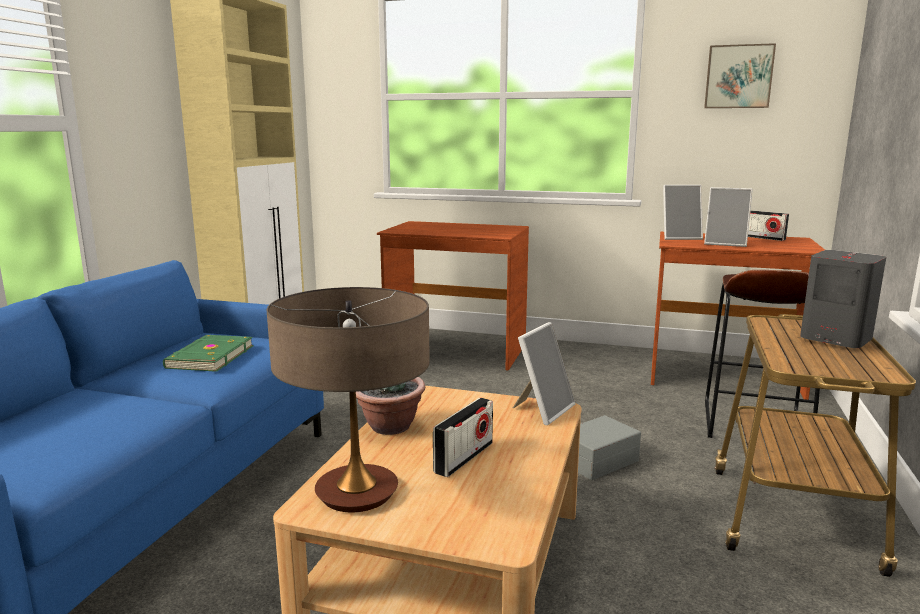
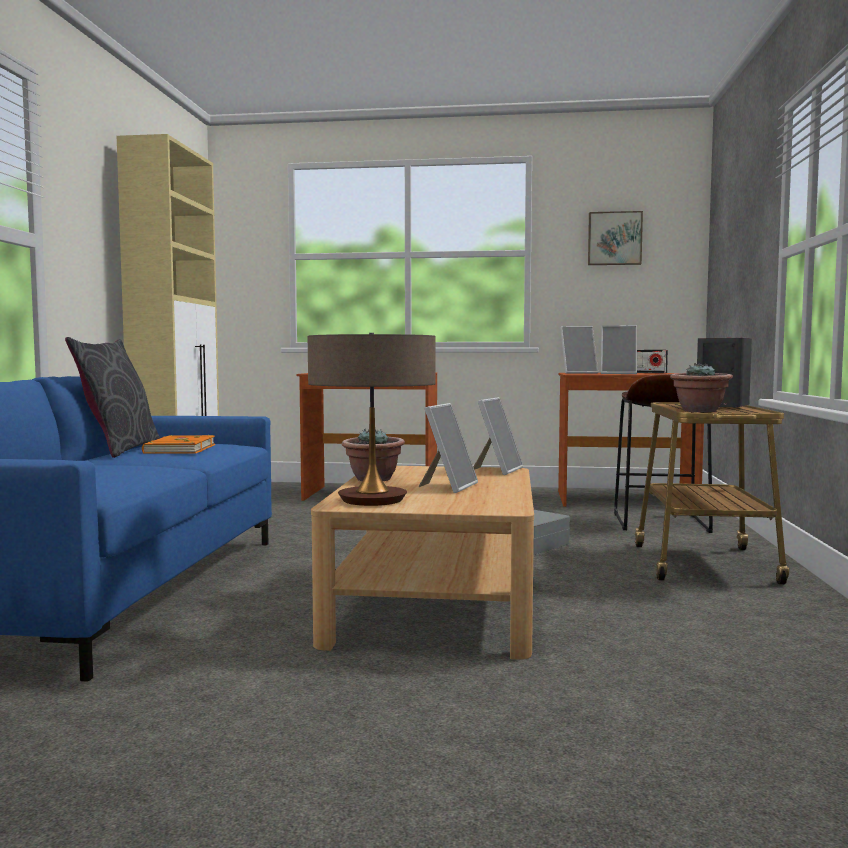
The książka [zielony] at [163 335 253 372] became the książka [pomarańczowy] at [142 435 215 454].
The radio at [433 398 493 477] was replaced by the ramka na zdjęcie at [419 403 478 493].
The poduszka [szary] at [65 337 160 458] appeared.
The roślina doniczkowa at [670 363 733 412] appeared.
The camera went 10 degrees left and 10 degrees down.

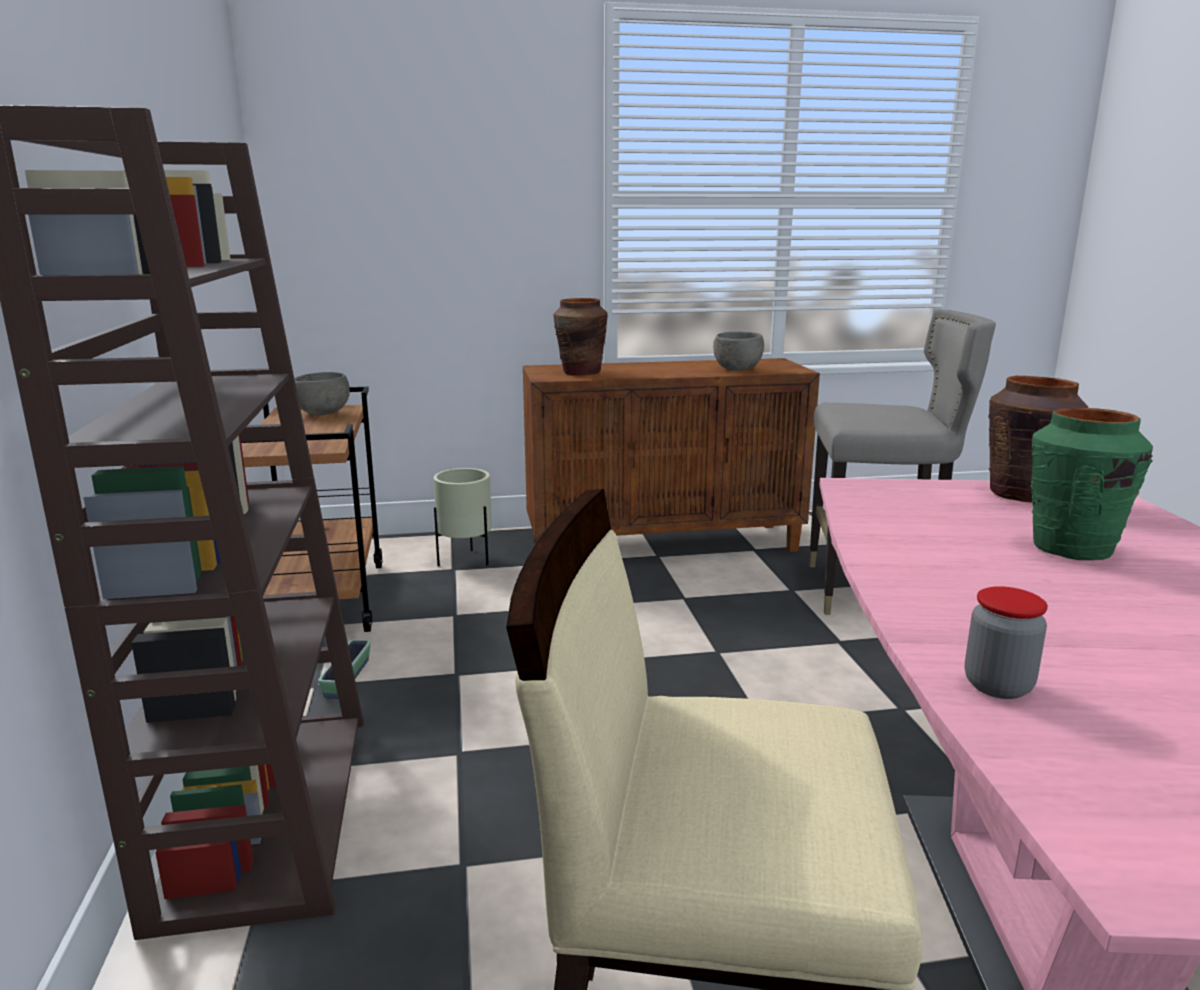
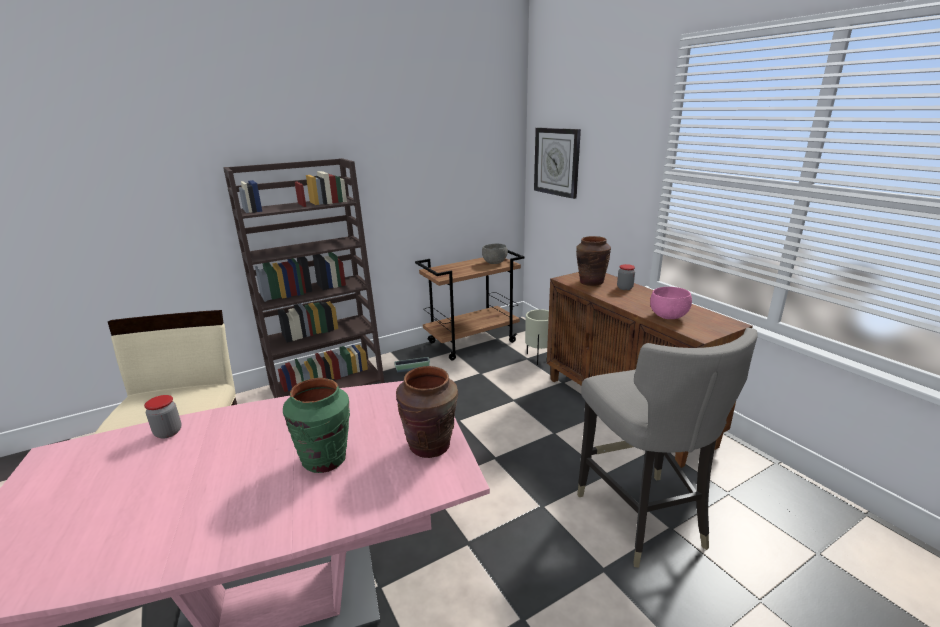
The miska [szary] at [713 332 764 371] became the miska [różowy] at [650 287 692 319].
The zegar ścienny at [534 128 581 199] appeared.
The słoik at [617 264 635 290] appeared.
The camera went 70 degrees right and 5 degrees up.

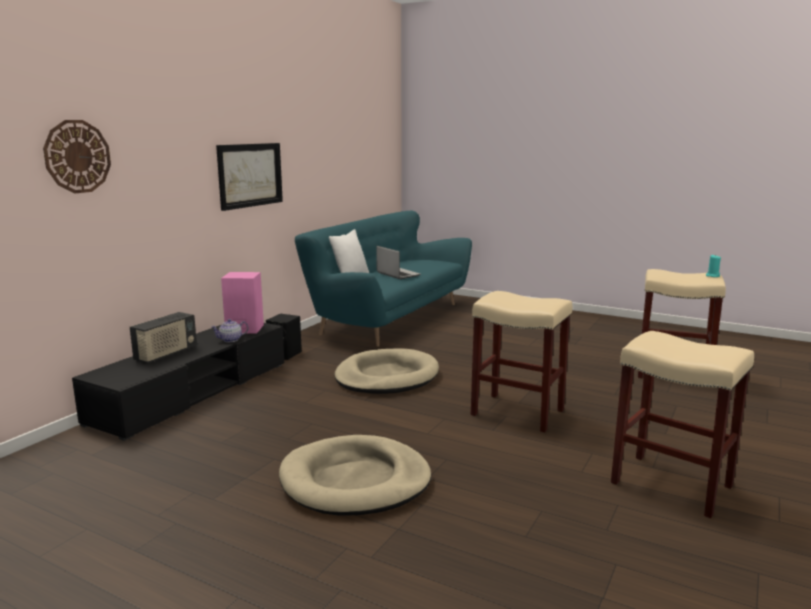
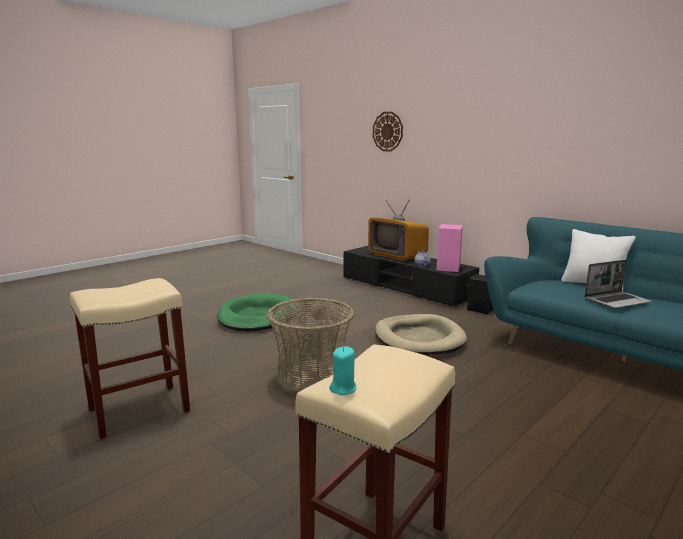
The radio at [130 312 197 363] was replaced by the telewizor at [368 199 429 261].
The obraz at [216 143 283 211] disappeared.
The legowisko [beżowy] at [279 435 431 516] became the legowisko [zielony] at [217 293 297 331].
The stołek [beżowy] at [471 291 573 432] was replaced by the koszyk at [267 297 354 395].
The camera went 105 degrees right and 0 degrees up.

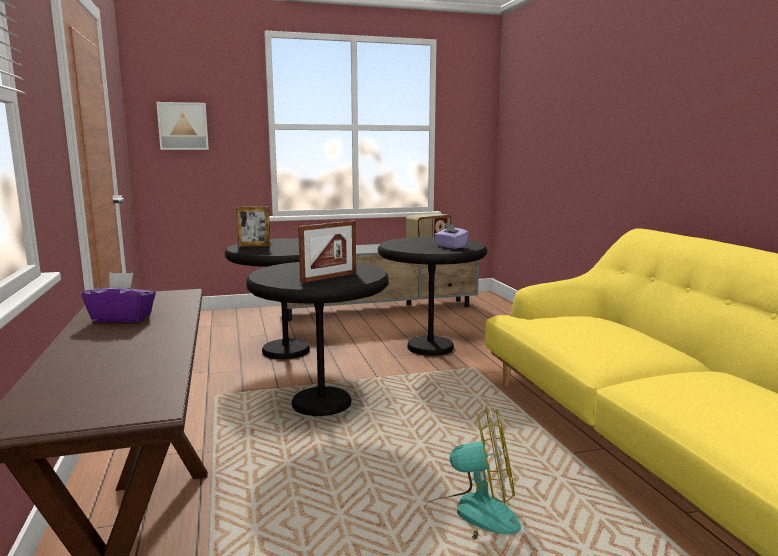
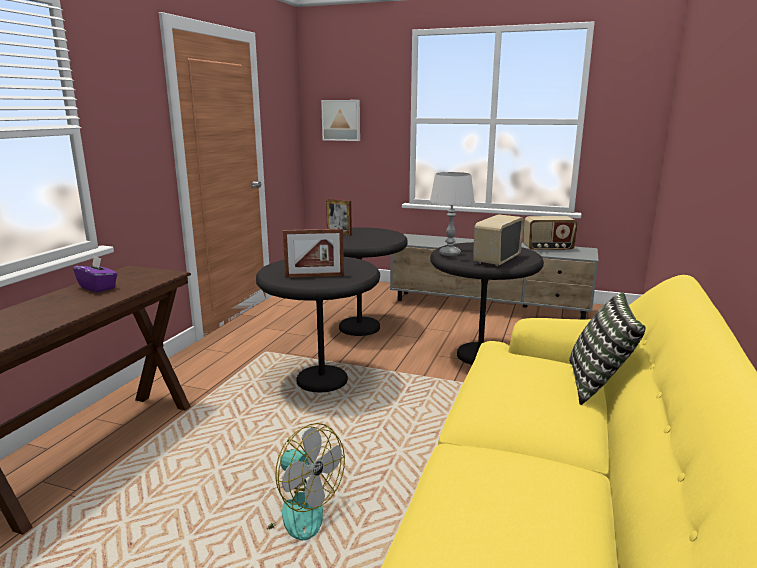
The pudełko chusteczek [fioletowy] at [435 223 469 249] was replaced by the radio at [473 214 524 266].
The lampa stołowa [szary] at [430 172 475 256] appeared.
The poduszka at [569 292 645 405] appeared.
The camera went 35 degrees right and 5 degrees up.

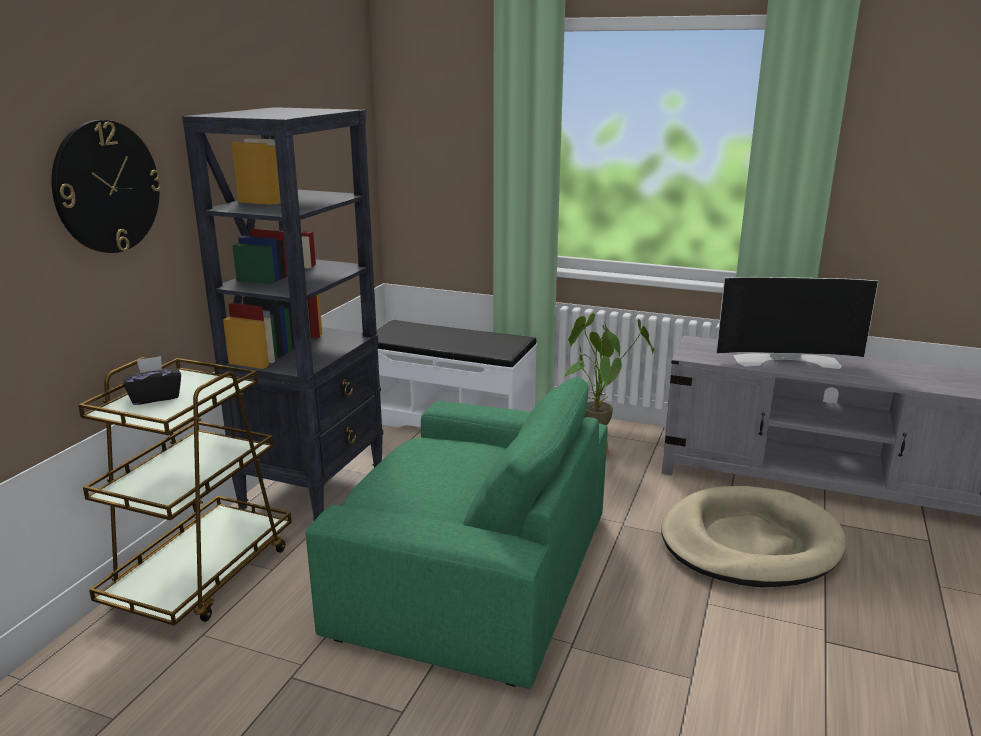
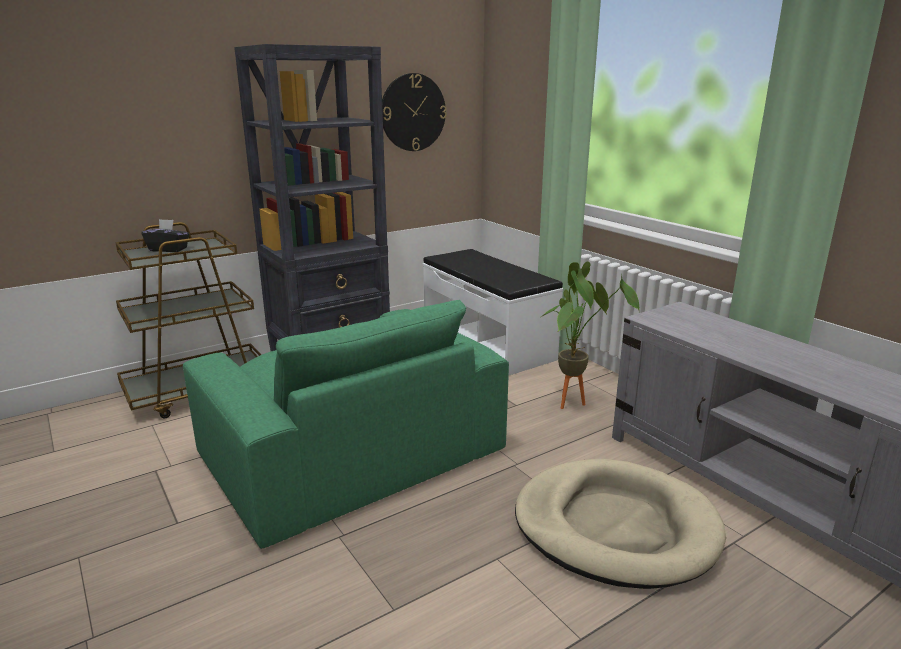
The zegar ścienny moved from [51 120 162 253] to [382 73 447 151].
The telewizor at [716 277 878 369] disappeared.
The camera went 35 degrees right and 0 degrees up.

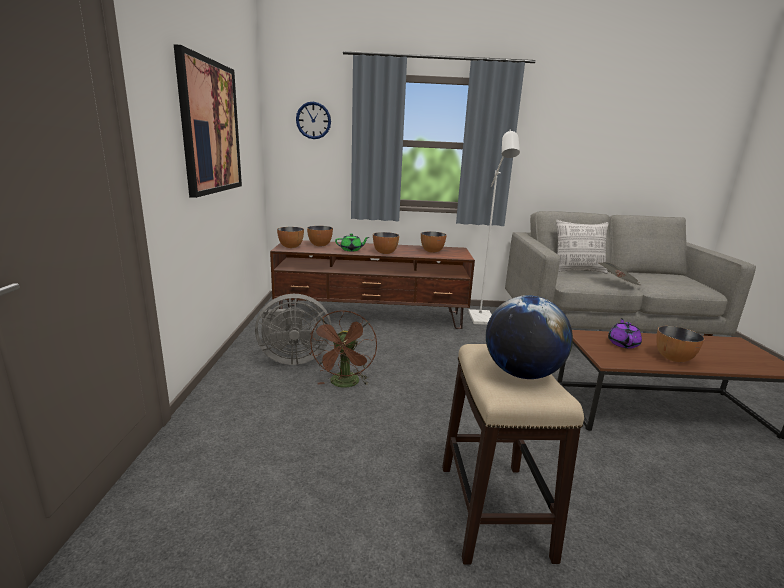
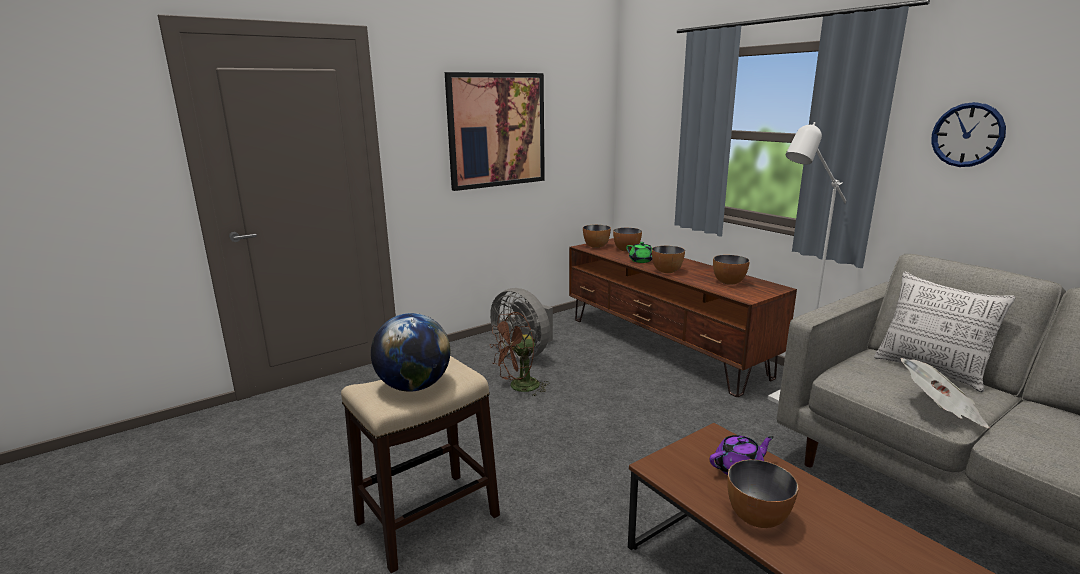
The zegar ścienny moved from [296 102 331 139] to [931 102 1006 167].
The camera went 55 degrees right and 0 degrees up.

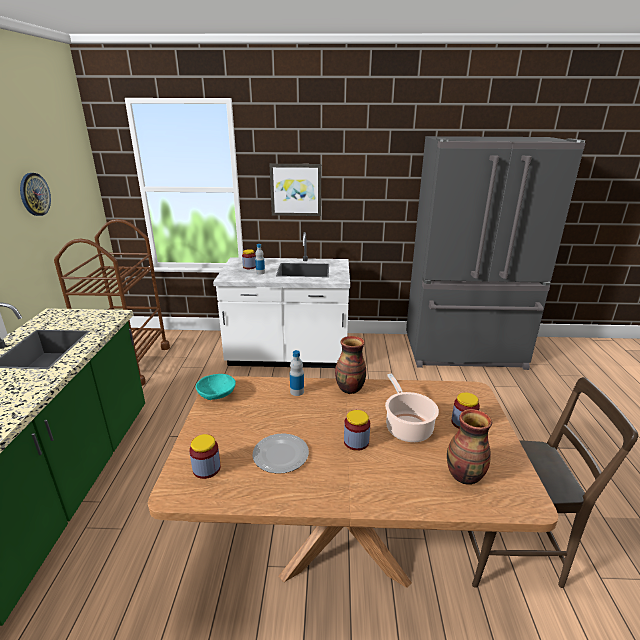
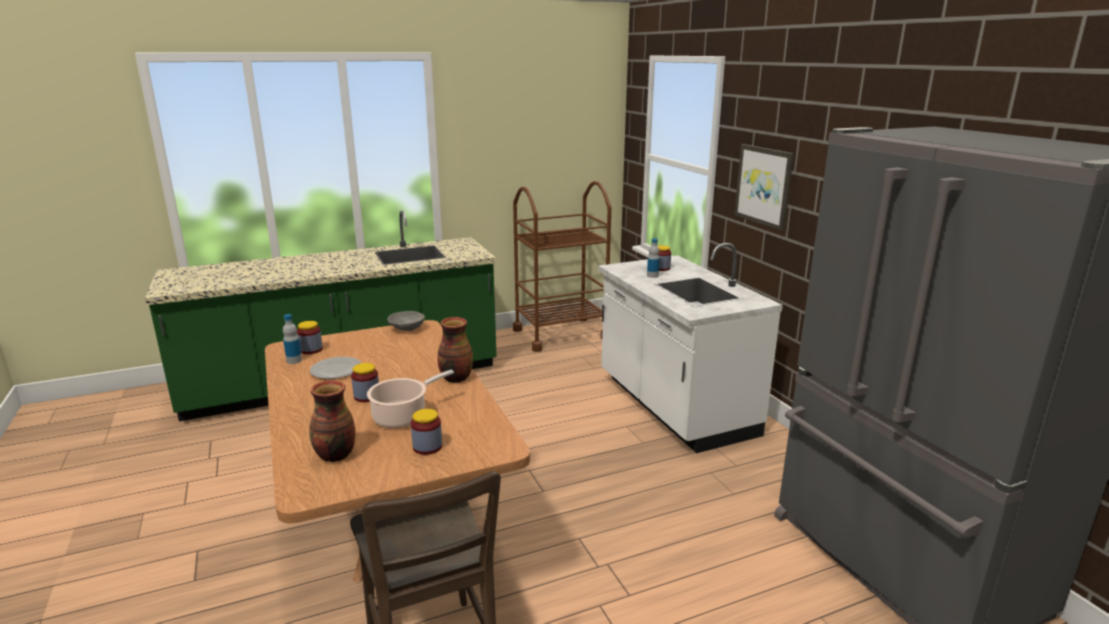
The zegar ścienny at [20 173 51 216] disappeared.
The miska [turkusowy] at [196 374 236 400] became the miska [szary] at [387 311 425 331].
The butelka moved from [290 350 304 396] to [283 314 302 364].
The camera went 65 degrees right and 5 degrees down.

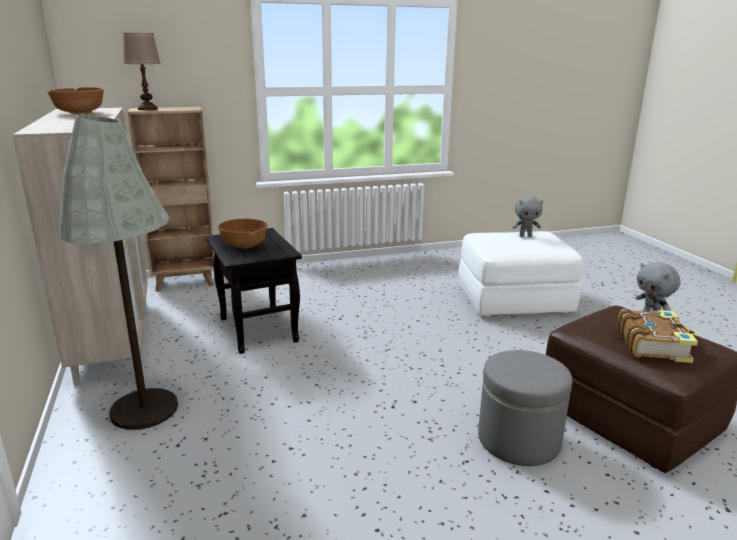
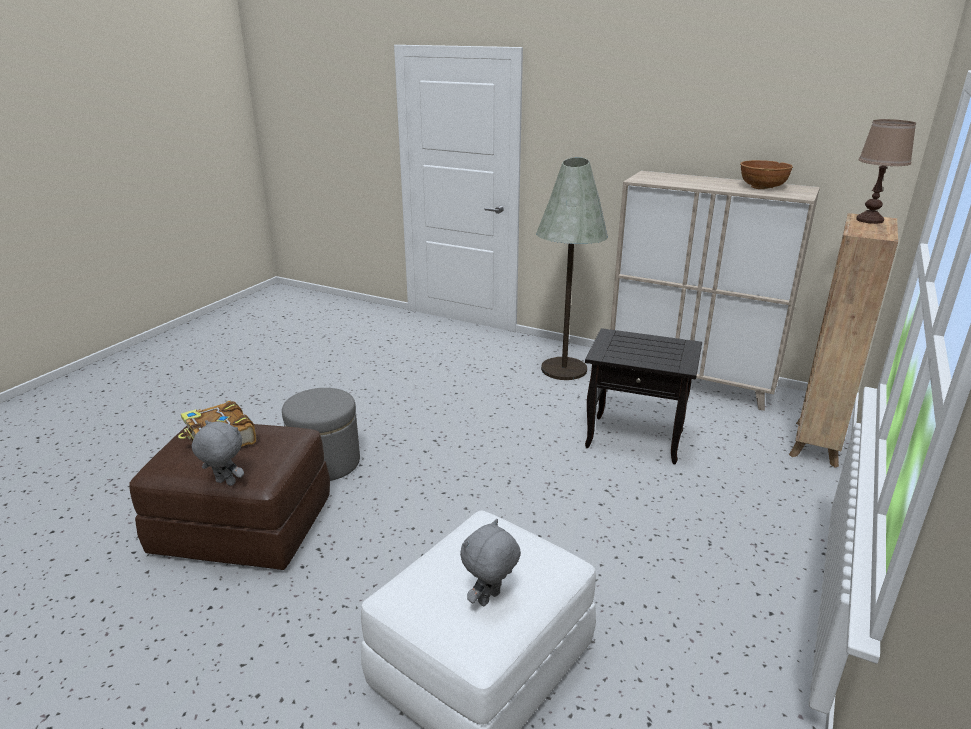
The miska [brązowy] at [218 219 268 248] disappeared.
The camera went 135 degrees right and 5 degrees up.

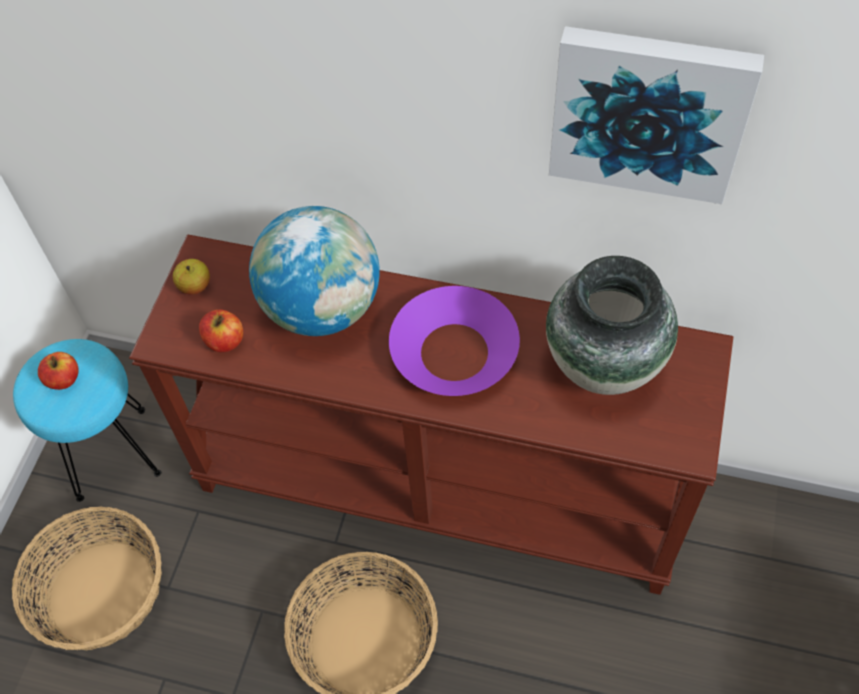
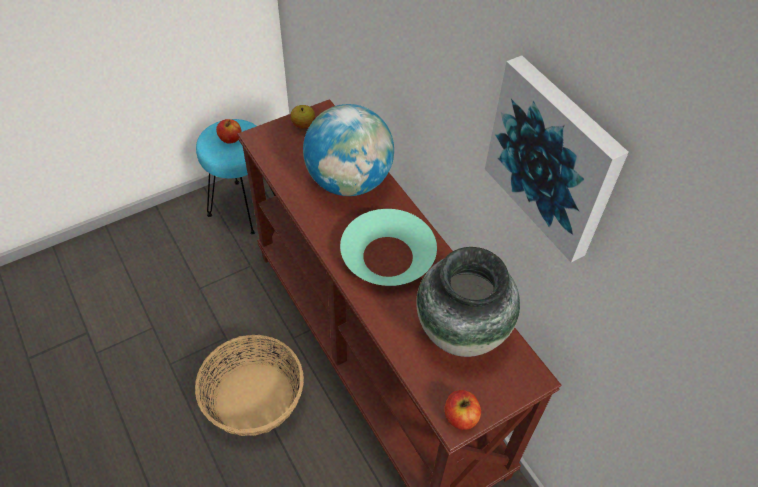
The koszyk at [12 507 162 650] disappeared.
The jabłko moved from [199 310 243 352] to [445 390 481 430].
The miska [fioletowy] at [389 286 520 396] became the miska [turkusowy] at [340 209 437 286].
The camera went 40 degrees right and 5 degrees down.

